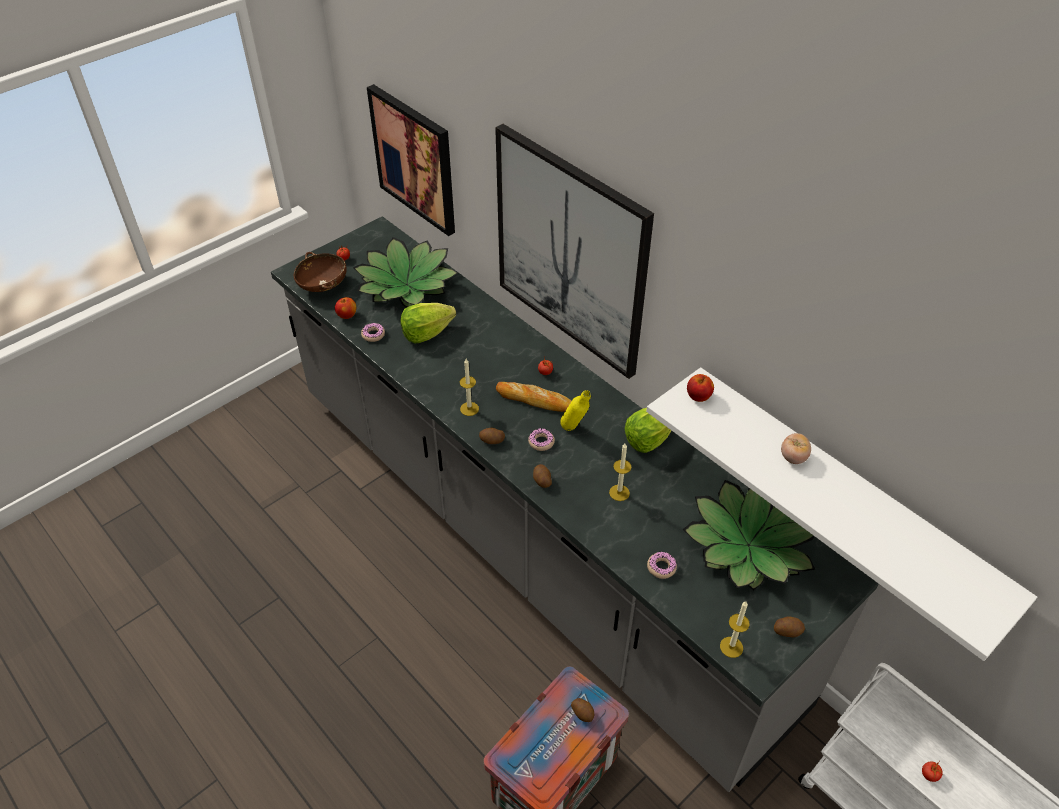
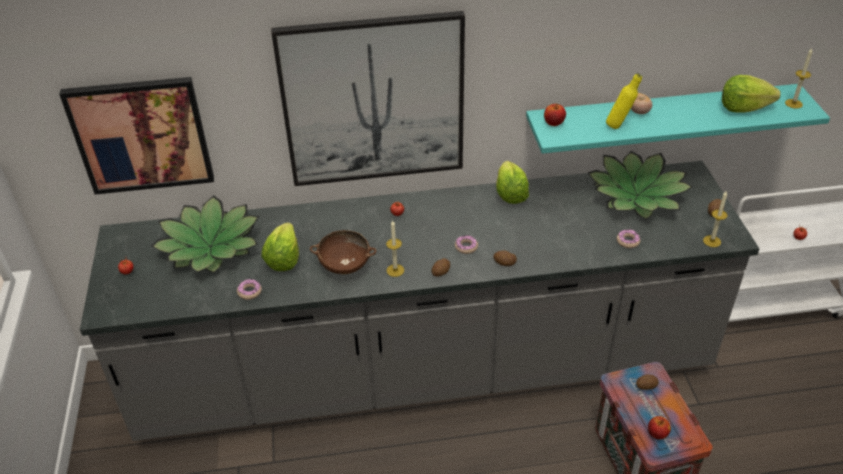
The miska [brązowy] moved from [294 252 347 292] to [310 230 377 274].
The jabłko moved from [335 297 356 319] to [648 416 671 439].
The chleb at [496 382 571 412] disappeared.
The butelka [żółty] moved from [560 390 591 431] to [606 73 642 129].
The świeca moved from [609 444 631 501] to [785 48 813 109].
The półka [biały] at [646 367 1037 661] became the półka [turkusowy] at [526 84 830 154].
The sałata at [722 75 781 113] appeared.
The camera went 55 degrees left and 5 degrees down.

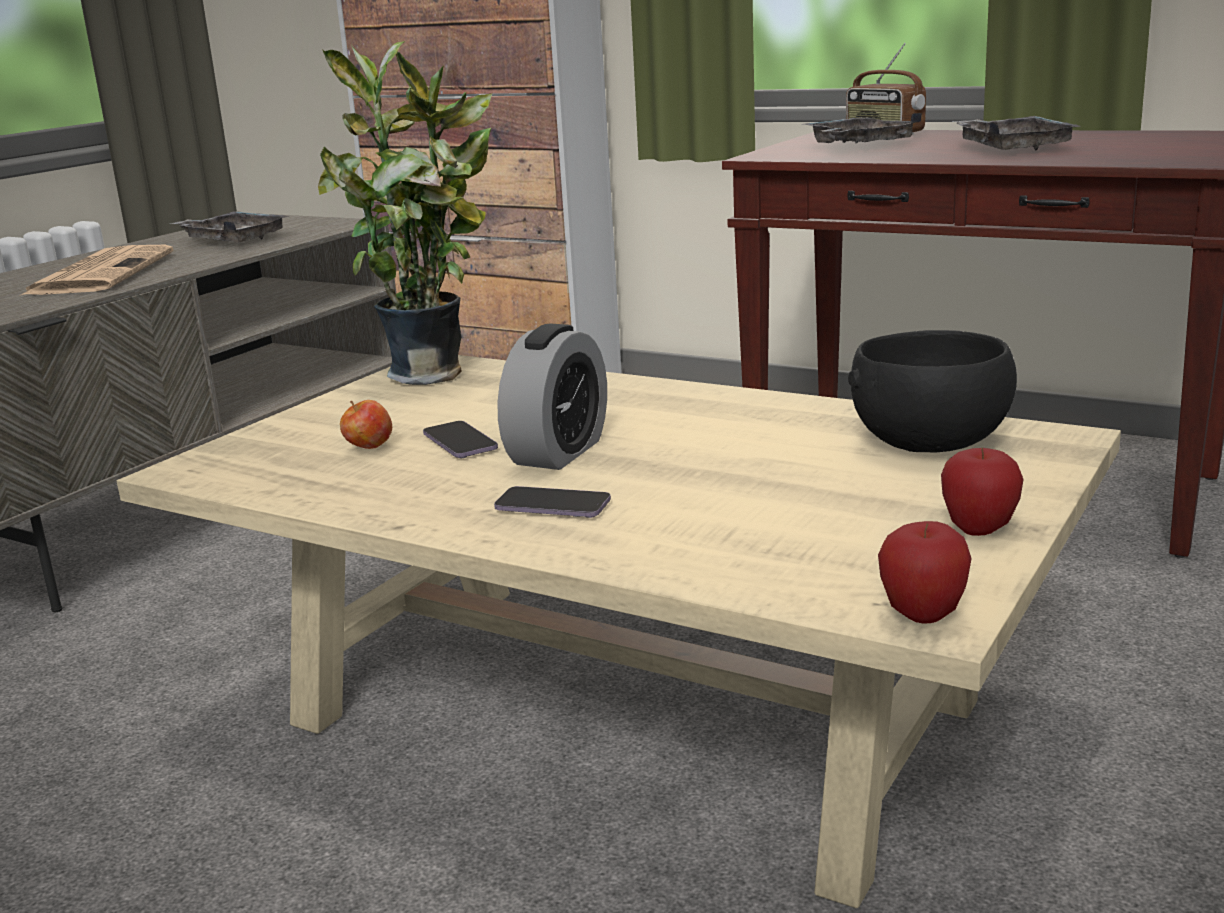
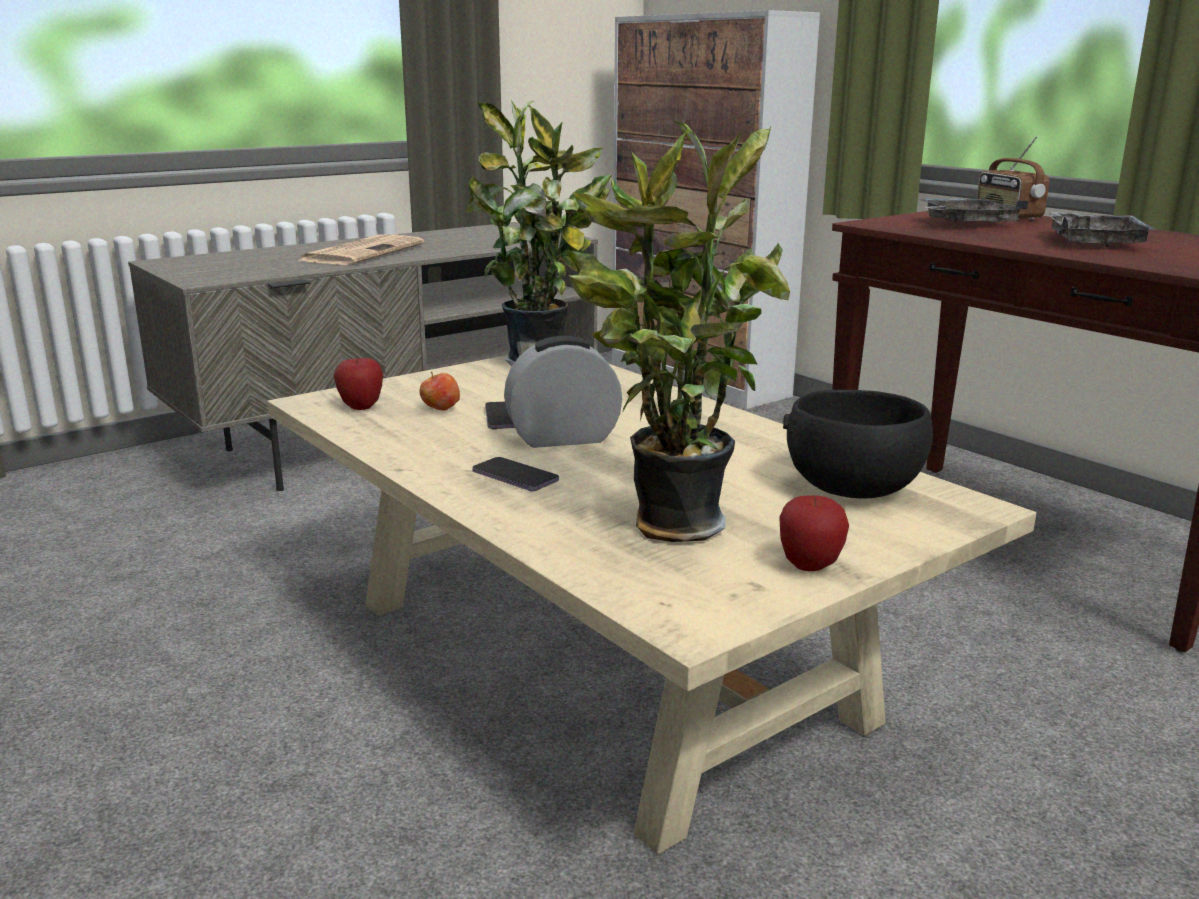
The taca [szary] at [170 211 289 242] disappeared.
The budzik at [497 324 607 470] turned 150 degrees counterclockwise.
The jabłko moved from [878 521 972 623] to [333 357 383 410].
The roślina doniczkowa at [565 121 790 542] appeared.
The camera went 20 degrees right and 0 degrees up.

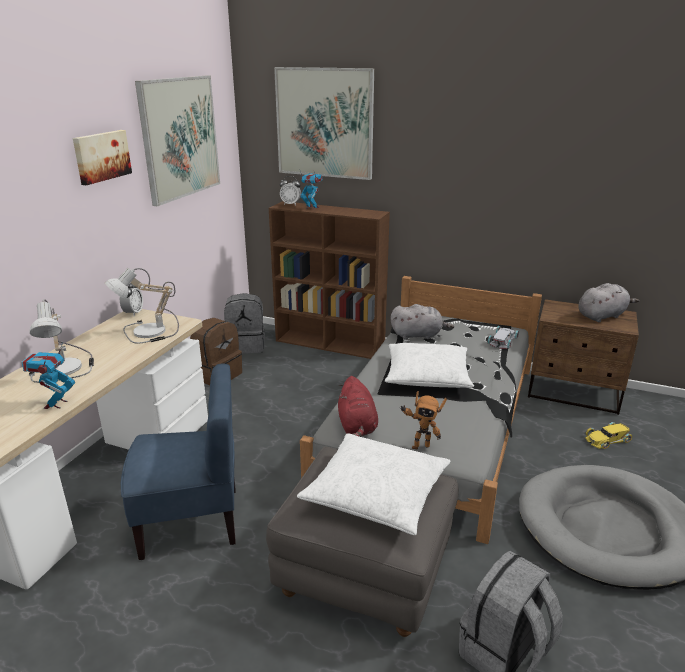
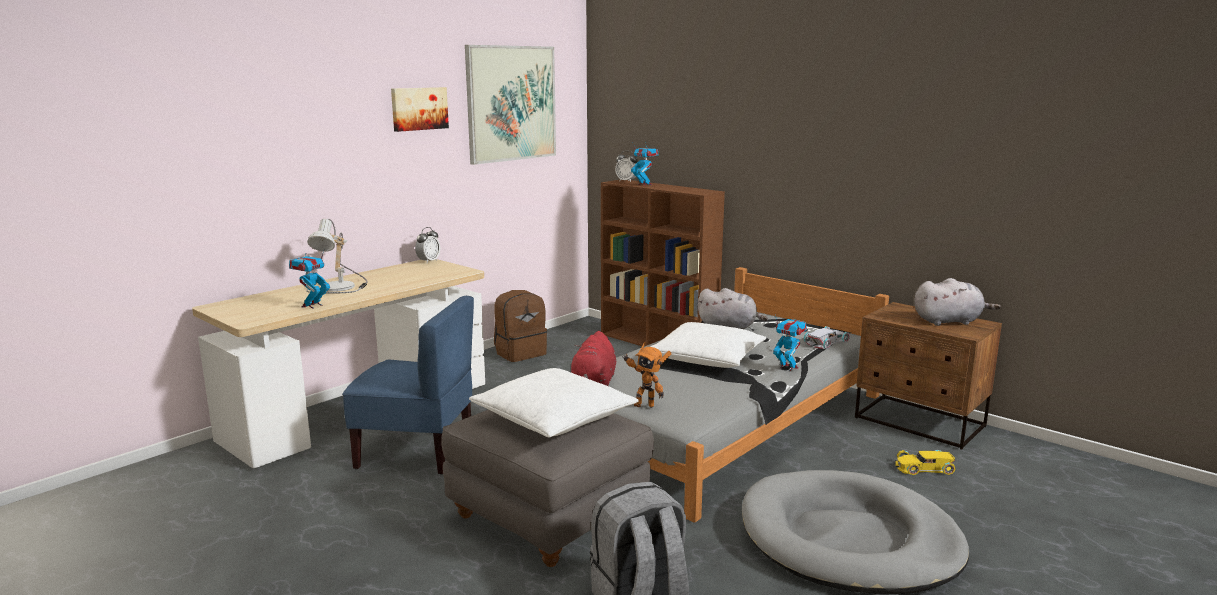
The lampa stołowa at [105 268 179 344] disappeared.
The plecak [szary] at [224 293 265 354] disappeared.
The obraz at [274 67 374 180] disappeared.
The robot zabawkowy at [773 314 807 371] appeared.
The camera went 20 degrees right and 10 degrees down.

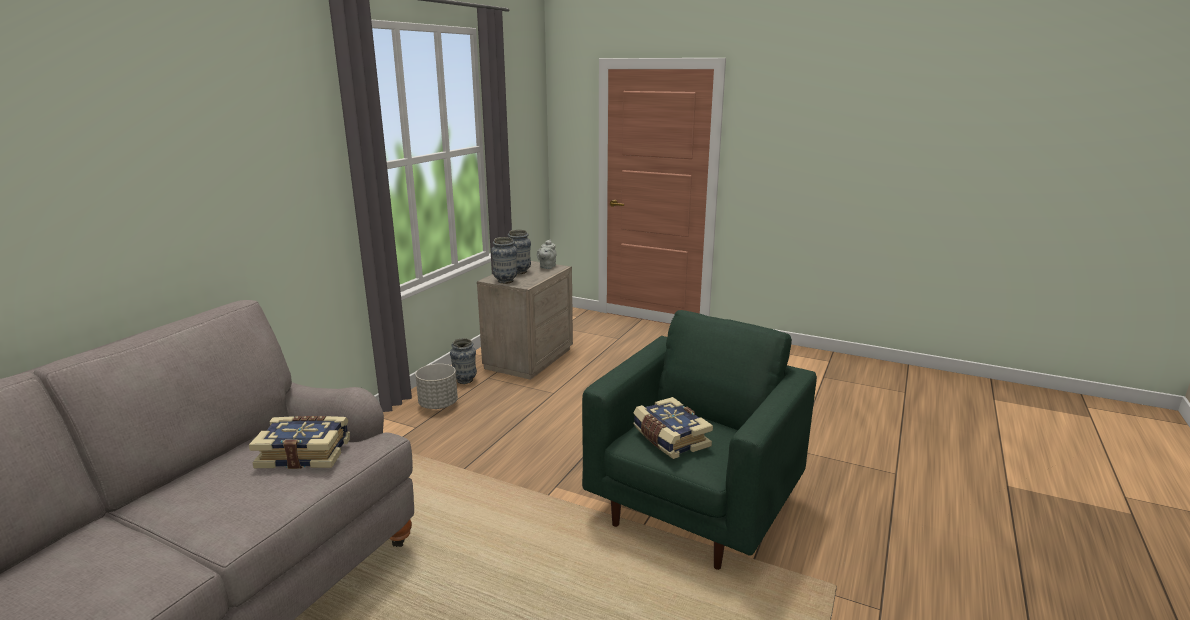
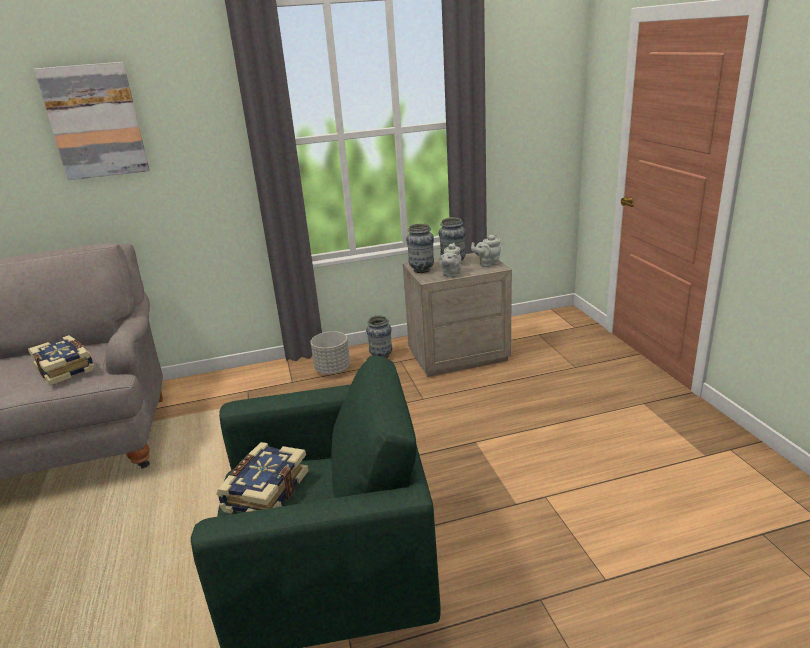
The obraz at [34 62 150 180] appeared.
The imbryk [szary] at [439 242 462 278] appeared.
The camera went 50 degrees right and 5 degrees up.

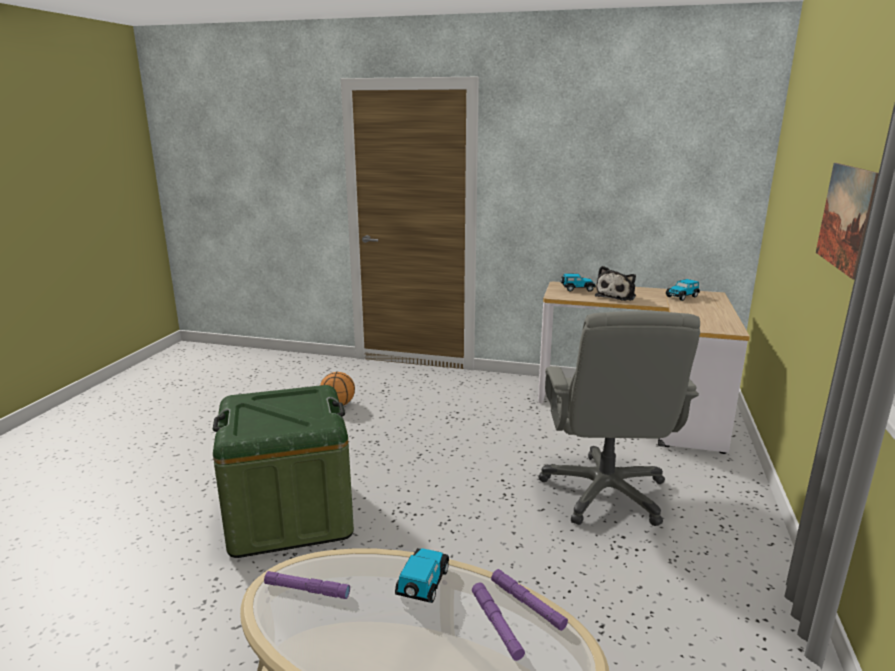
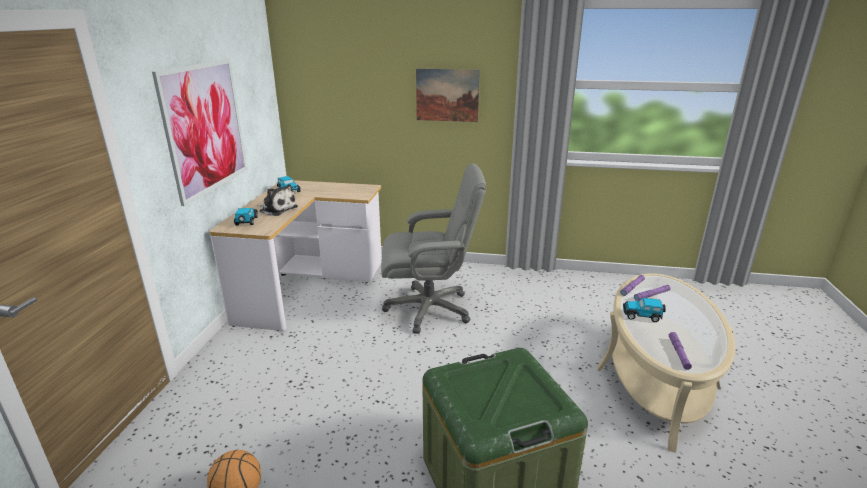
The obraz at [152 59 247 206] appeared.
The camera went 95 degrees left and 5 degrees up.

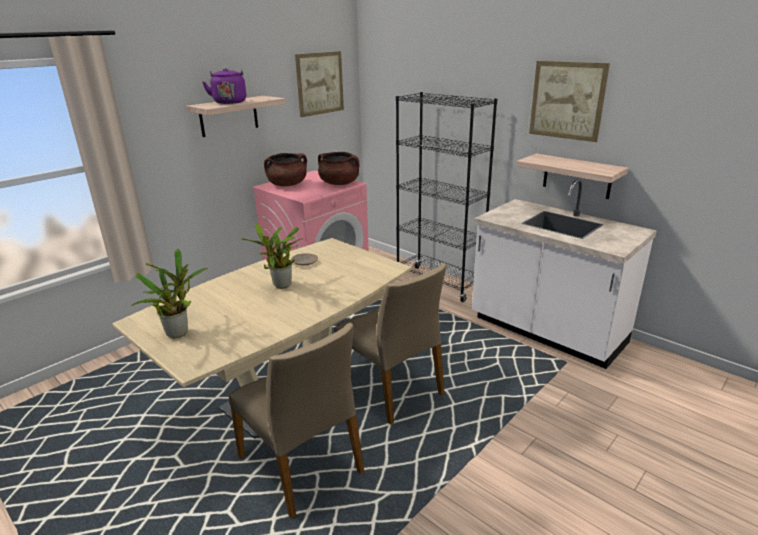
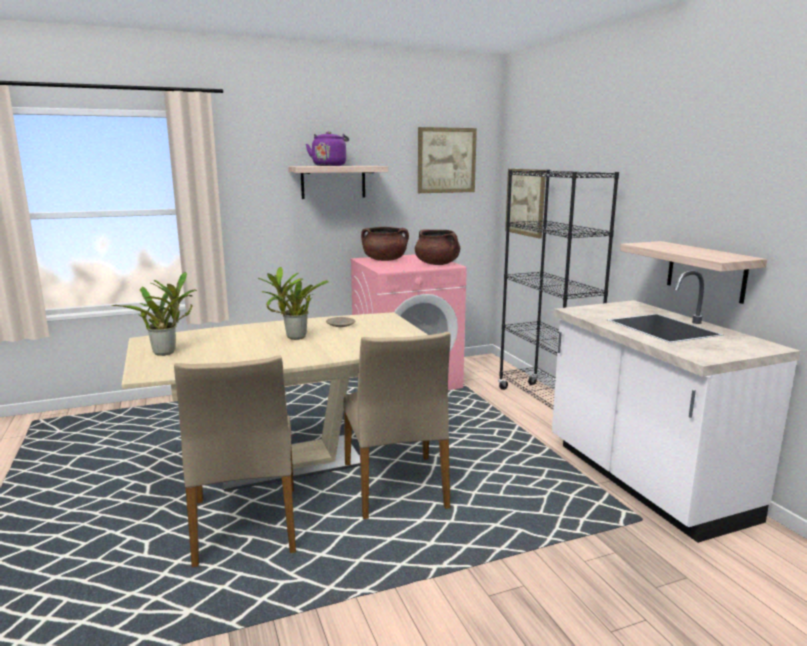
The obraz moved from [529 61 610 142] to [505 169 546 239].
The camera went 25 degrees right and 10 degrees down.

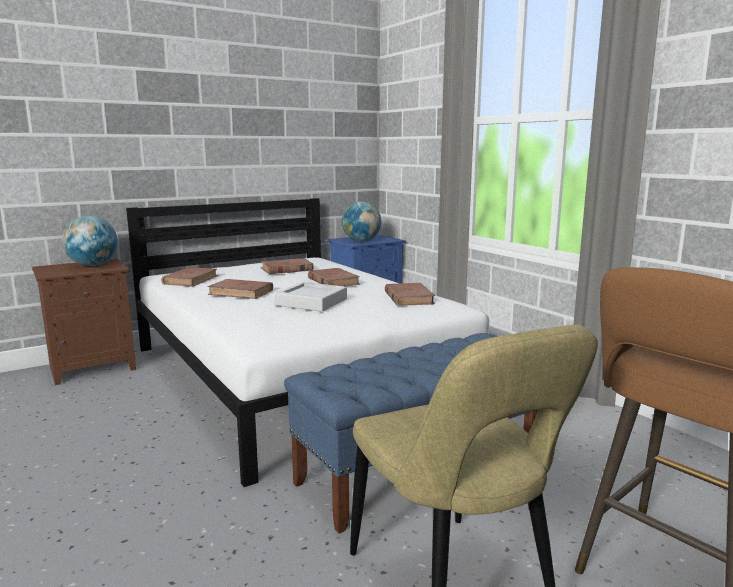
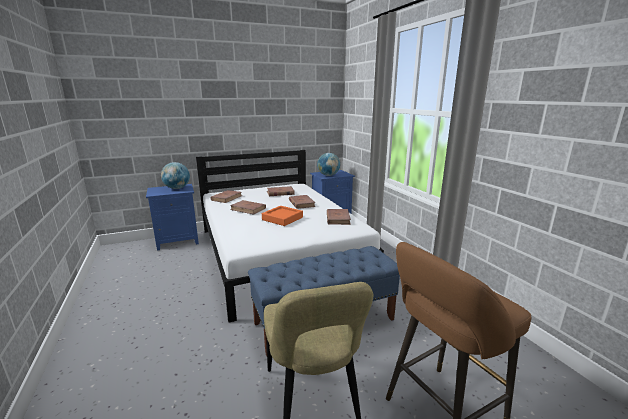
The szafka nocna [brązowy] at [32 259 136 385] became the szafka nocna [niebieski] at [146 184 199 251].
The taca [szary] at [275 282 347 312] became the taca [pomarańczowy] at [262 206 303 226].
The camera went 10 degrees right and 5 degrees up.

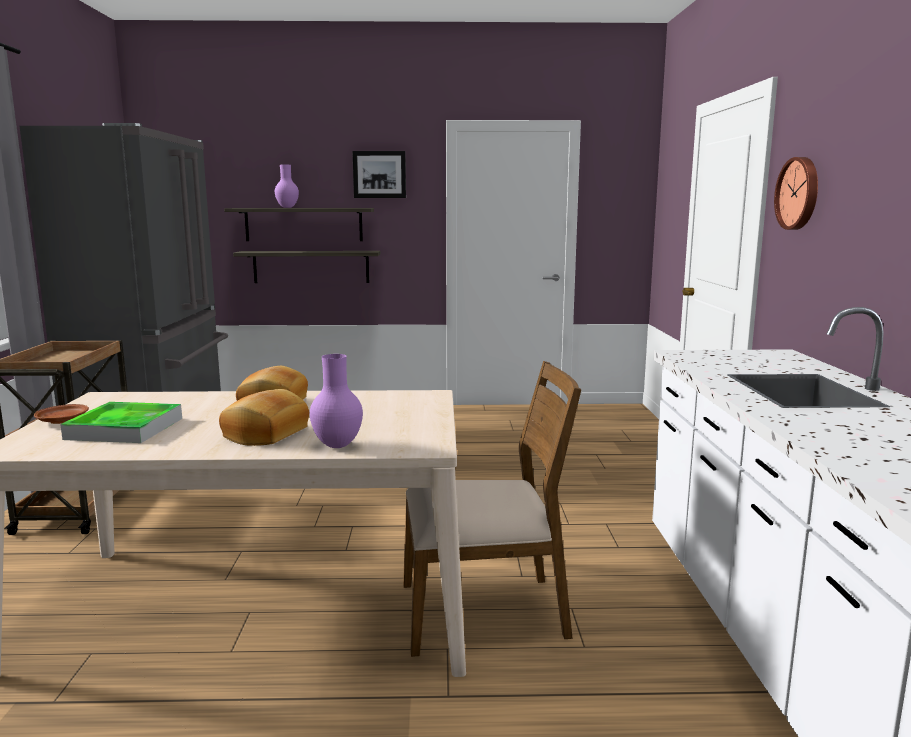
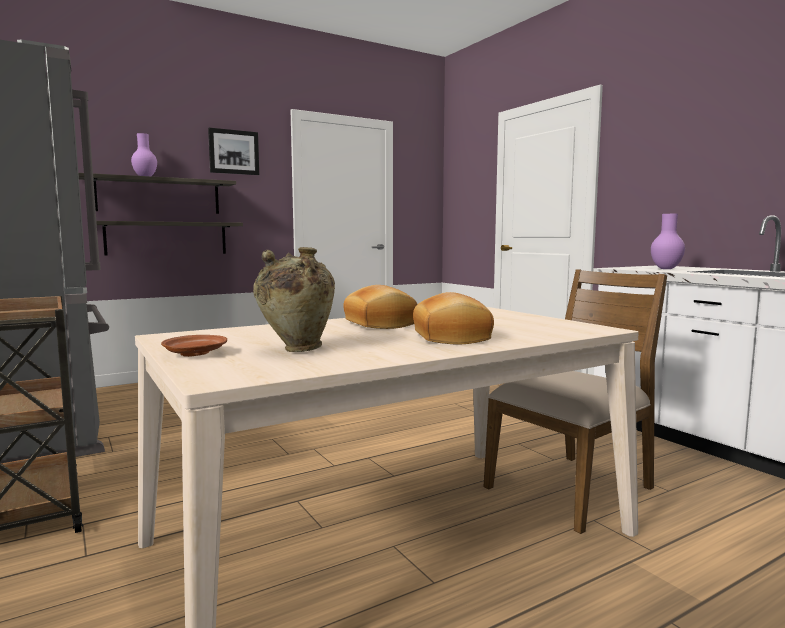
The taca at [60 402 182 443] was replaced by the wazon [beżowy] at [253 247 335 352].
The wazon [fioletowy] moved from [310 354 363 448] to [651 214 685 269].
The zegar ścienny at [774 157 818 230] disappeared.
The camera went 30 degrees left and 5 degrees down.

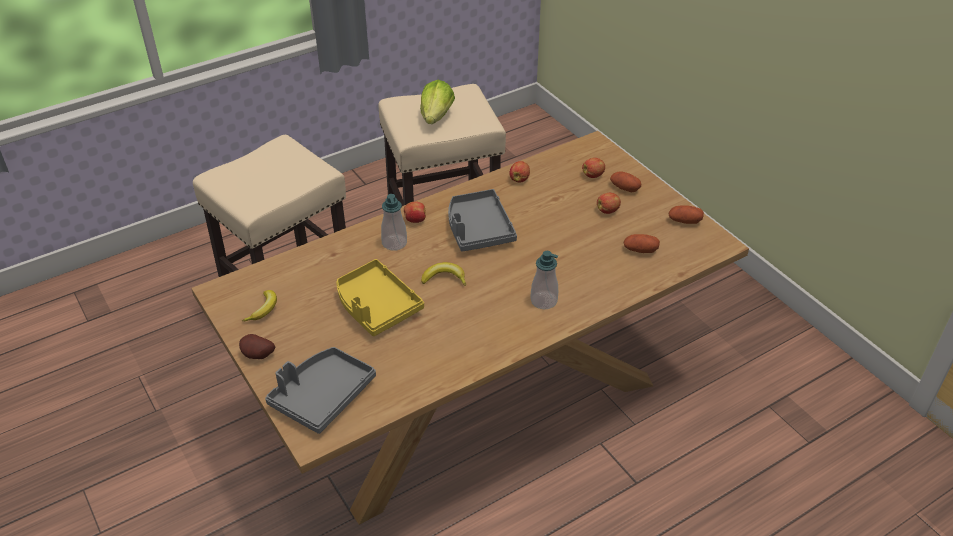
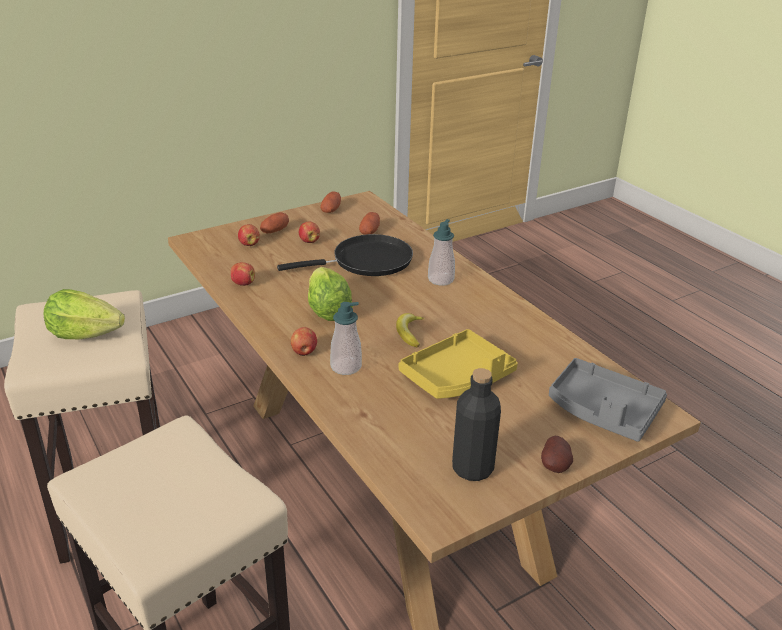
The banan at [242 290 277 321] was replaced by the butelka [czarny] at [452 368 501 481].
The taca [szary] at [448 189 517 252] was replaced by the sałata at [308 267 353 321].
The patelnia [czarny] at [277 234 413 276] appeared.
The camera went 90 degrees left and 10 degrees down.

